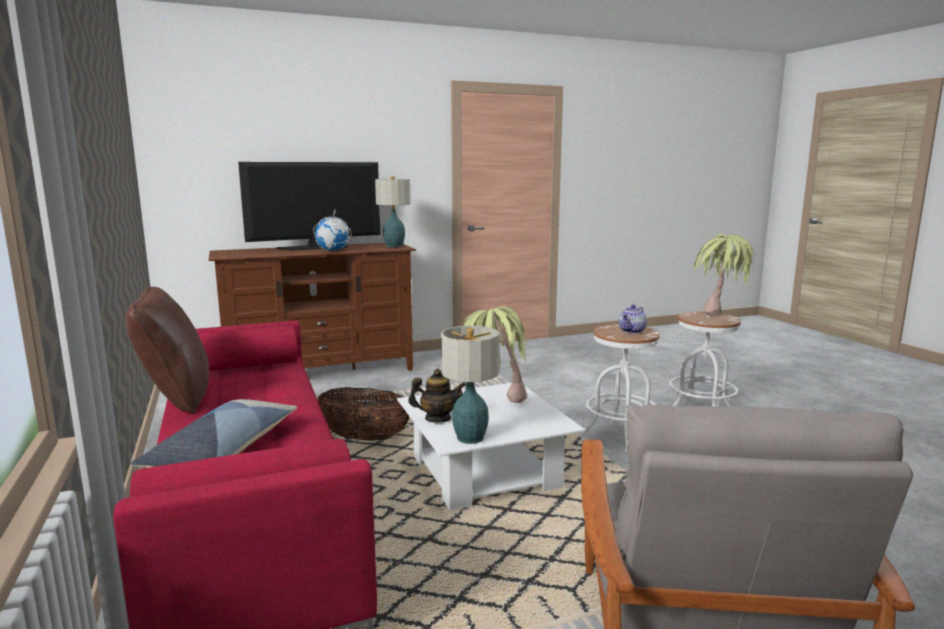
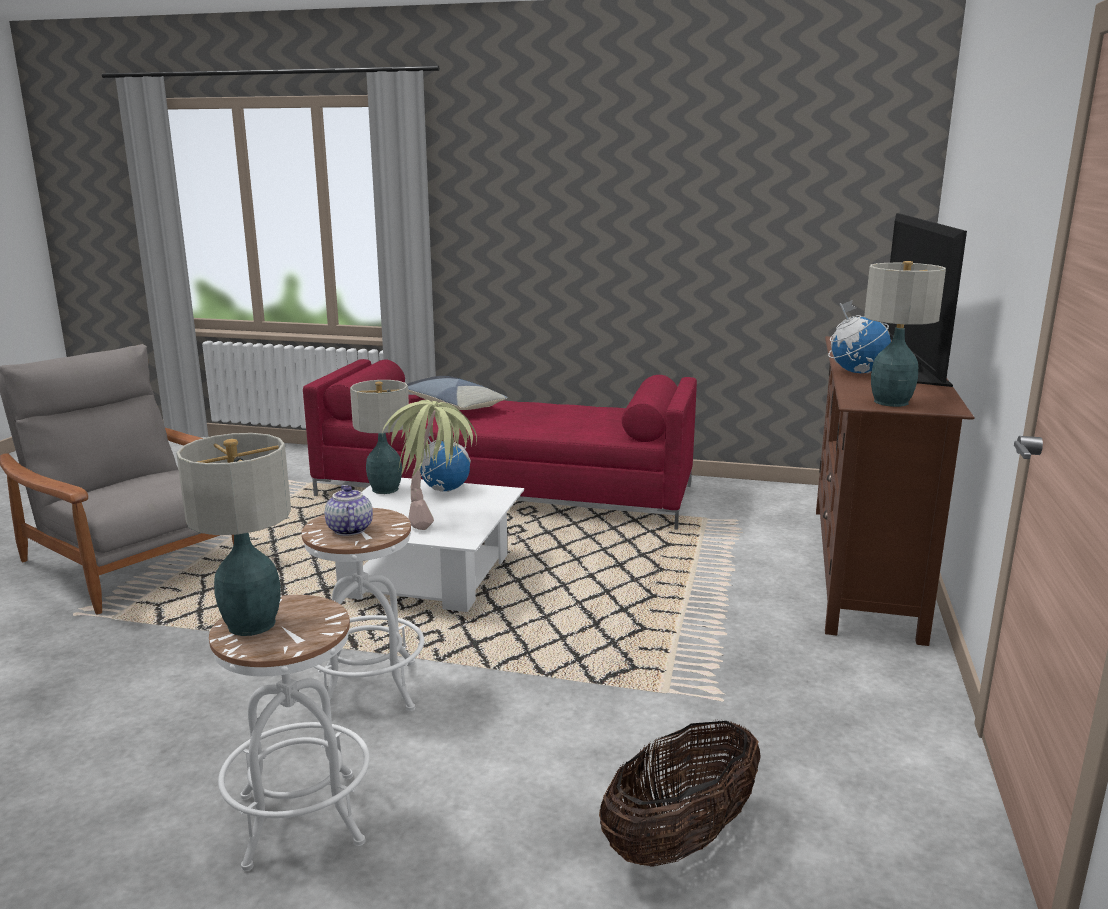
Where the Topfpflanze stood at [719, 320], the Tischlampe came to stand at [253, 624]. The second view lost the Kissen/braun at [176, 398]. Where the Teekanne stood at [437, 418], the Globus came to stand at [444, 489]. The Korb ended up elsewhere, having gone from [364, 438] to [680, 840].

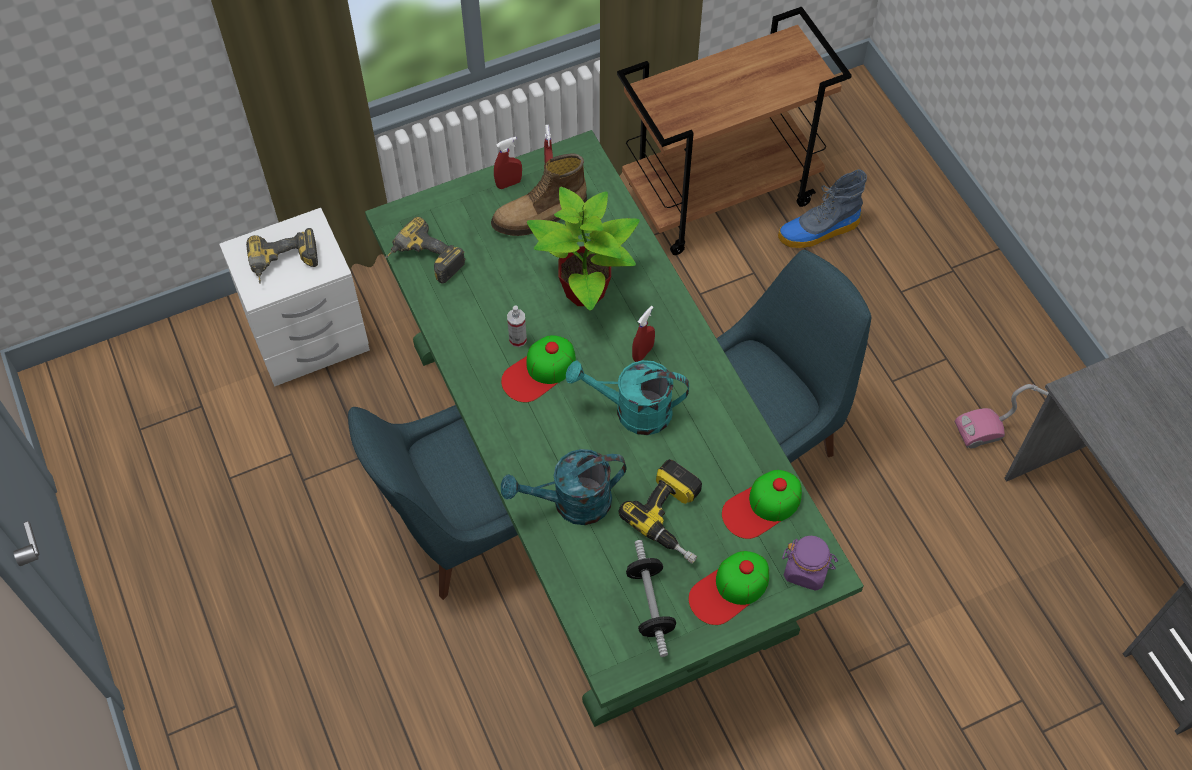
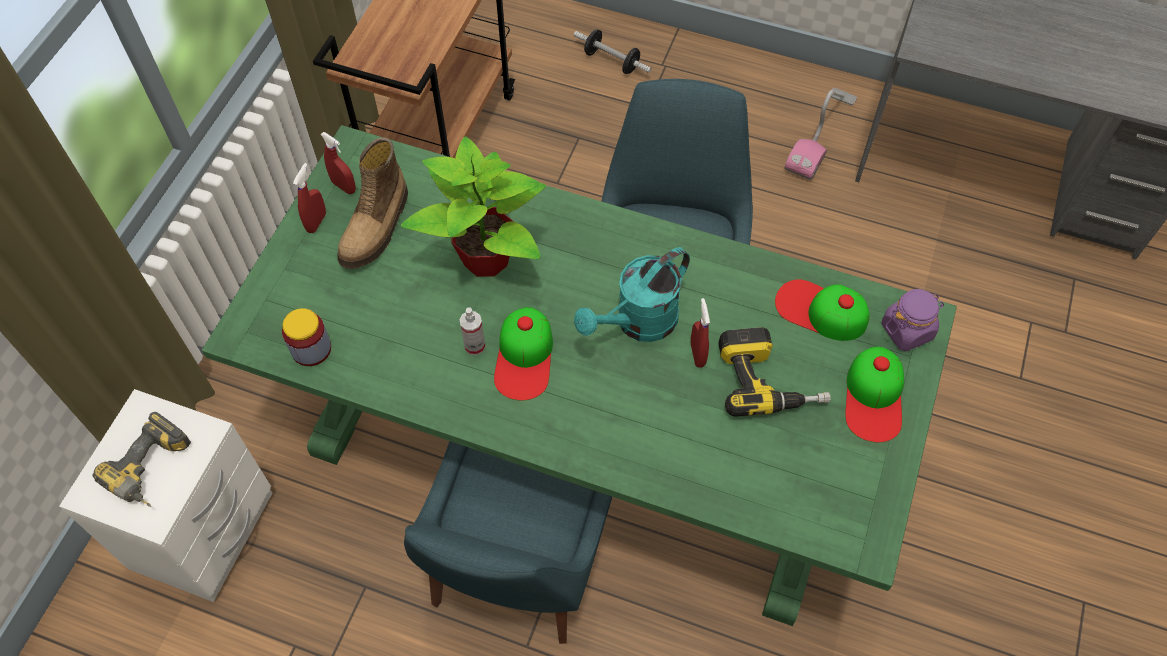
The second view lost the Stiefel at [818, 231]. Where the Bohrmaschine stood at [424, 261], the Vorratsglas came to stand at [311, 349]. The Sprühflasche/rot ended up elsewhere, having gone from [643, 353] to [697, 354]. The second view lost the Gießkanne/türkis at [571, 503]. The Kappe at [762, 506] ended up facing another way, 105 degrees clockwise from before. The Hantel ended up elsewhere, having gone from [650, 604] to [611, 61].

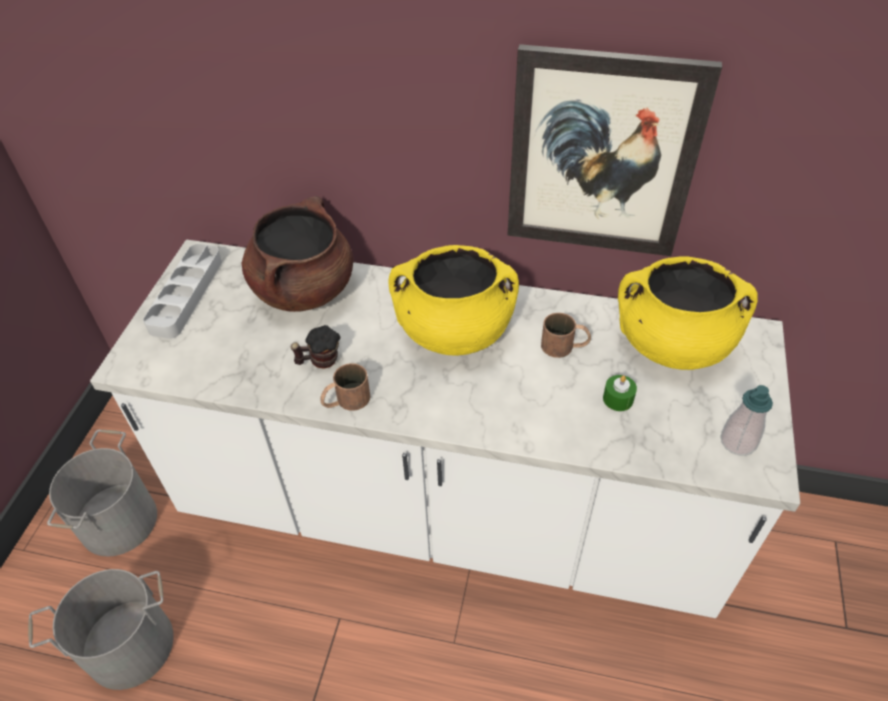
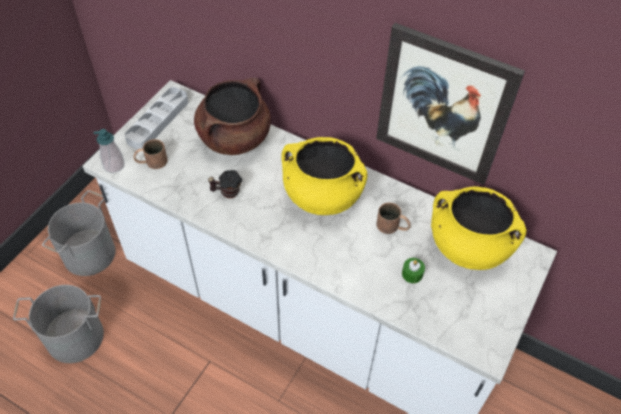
The Henkelbecher/braun ended up elsewhere, having gone from [346, 401] to [151, 162]. The Seifenspender ended up elsewhere, having gone from [738, 442] to [114, 165].

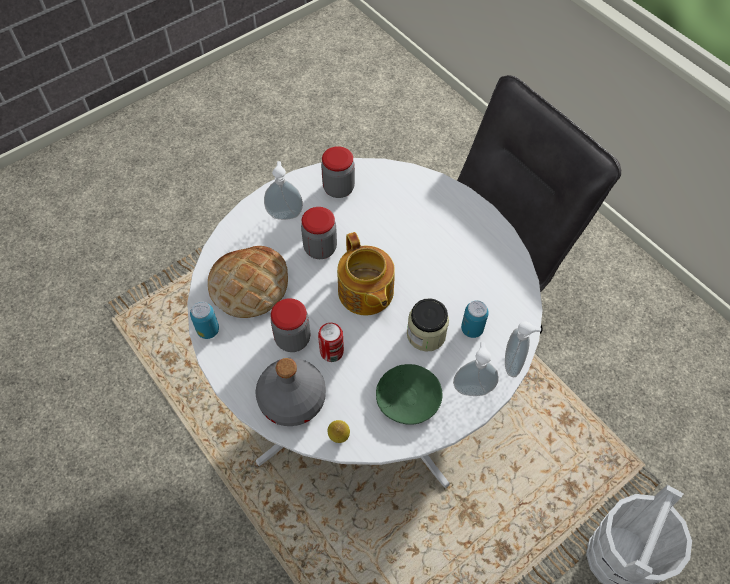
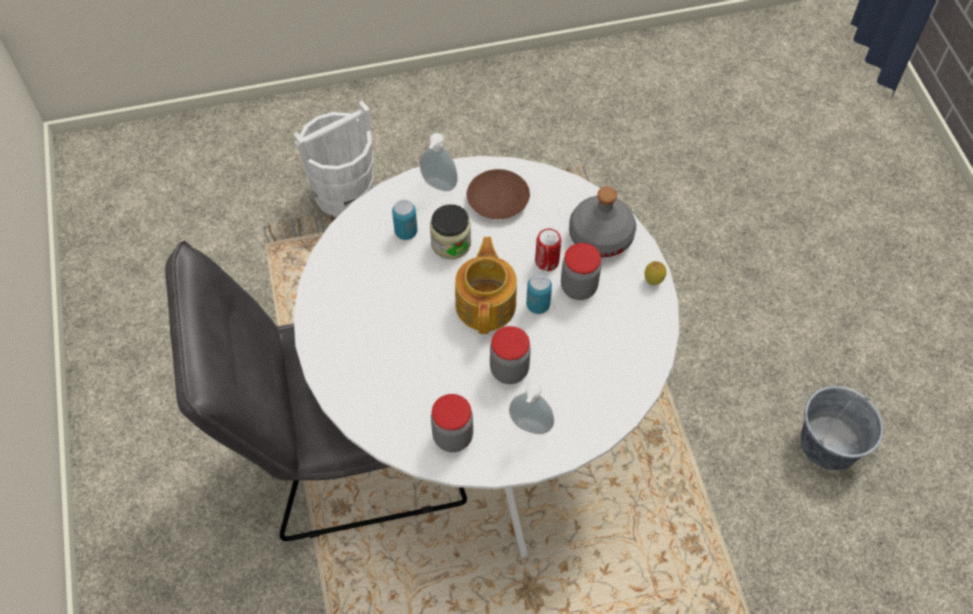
The second view lost the Brot at [249, 285]. The Dose ended up elsewhere, having gone from [208, 330] to [538, 305]. The second view lost the Seifenspender at [513, 363]. What was the Teller/grün at [407, 397] turned into the Teller/braun at [498, 200]. The Zitrone ended up elsewhere, having gone from [339, 437] to [653, 281]. The second view gained the Eimer/grau at [829, 444].

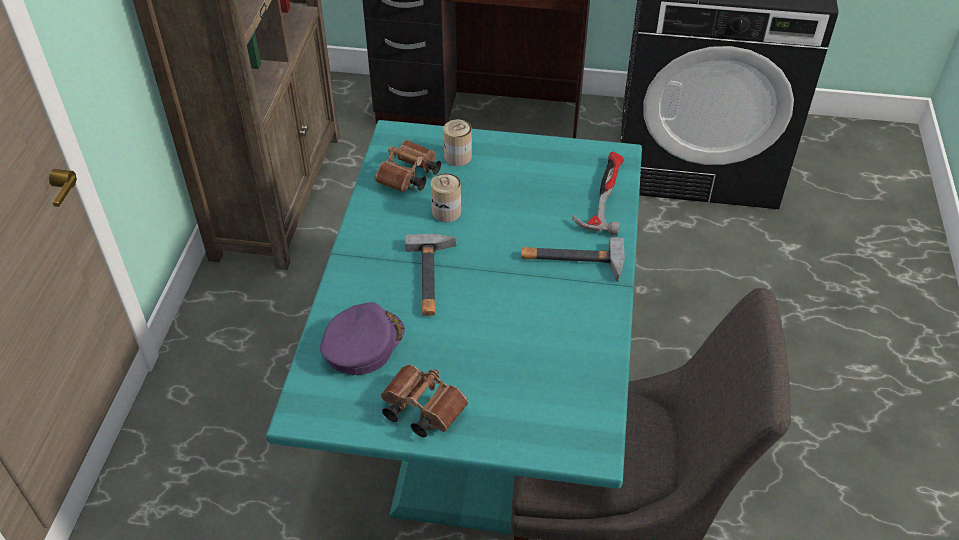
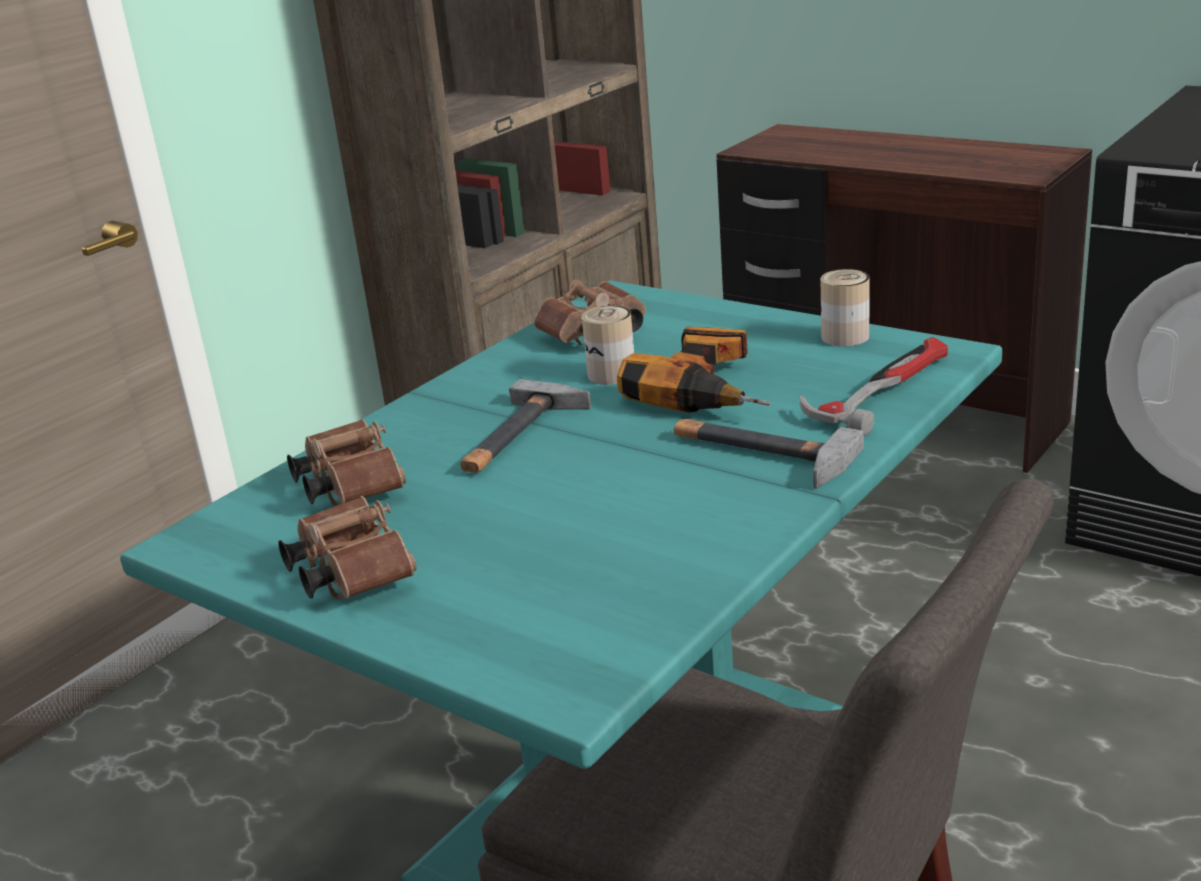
The Dose ended up elsewhere, having gone from [458, 157] to [845, 337]. Where the Kappe/lila stood at [362, 343], the Fernglas/braun came to stand at [349, 485]. The second view gained the Bohrmaschine at [708, 389].

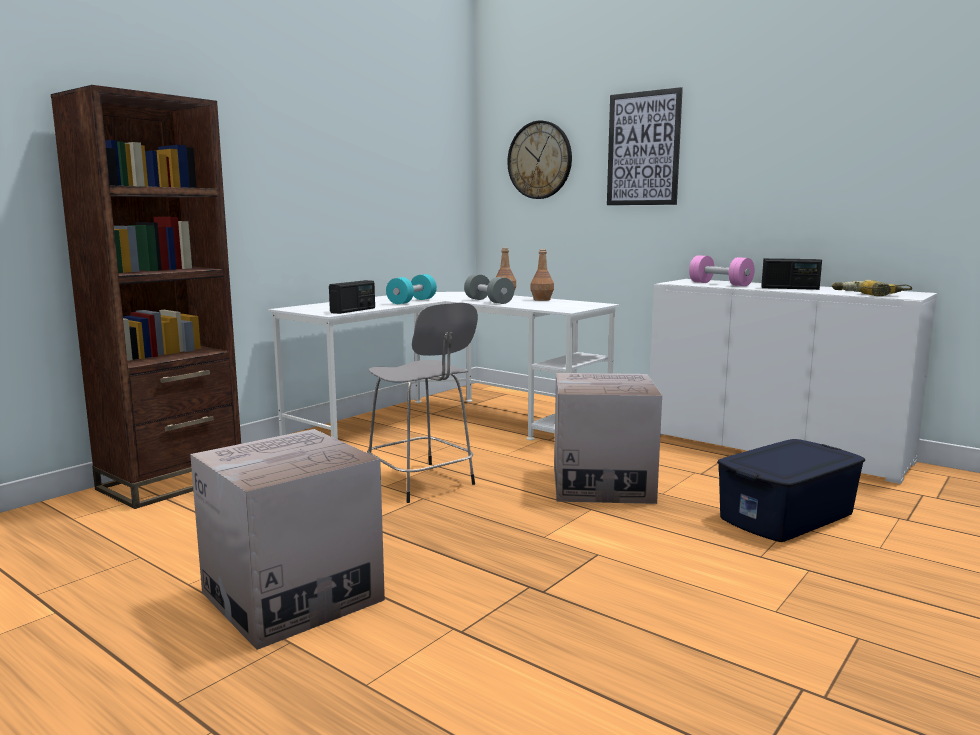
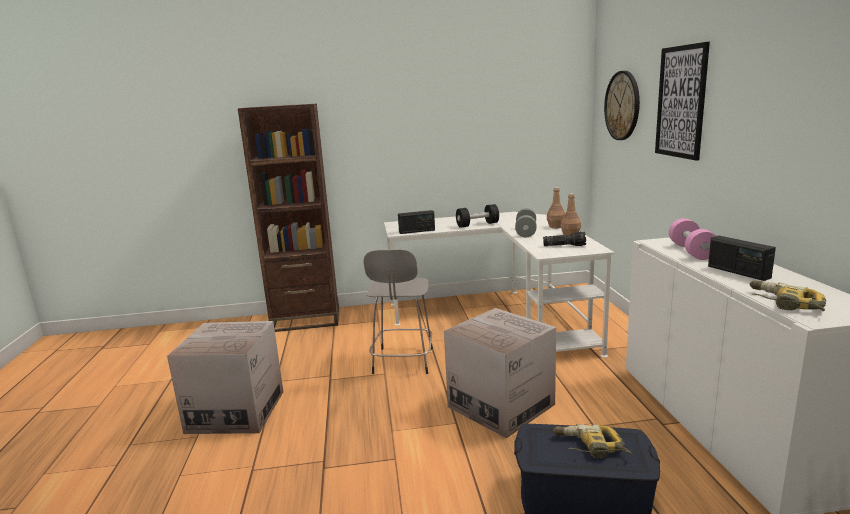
What was the Hantel/türkis at [412, 301] turned into the Hantel/schwarz at [477, 225]. The second view gained the Taschenlampe at [564, 245]. The second view gained the Bohrmaschine at [590, 447].

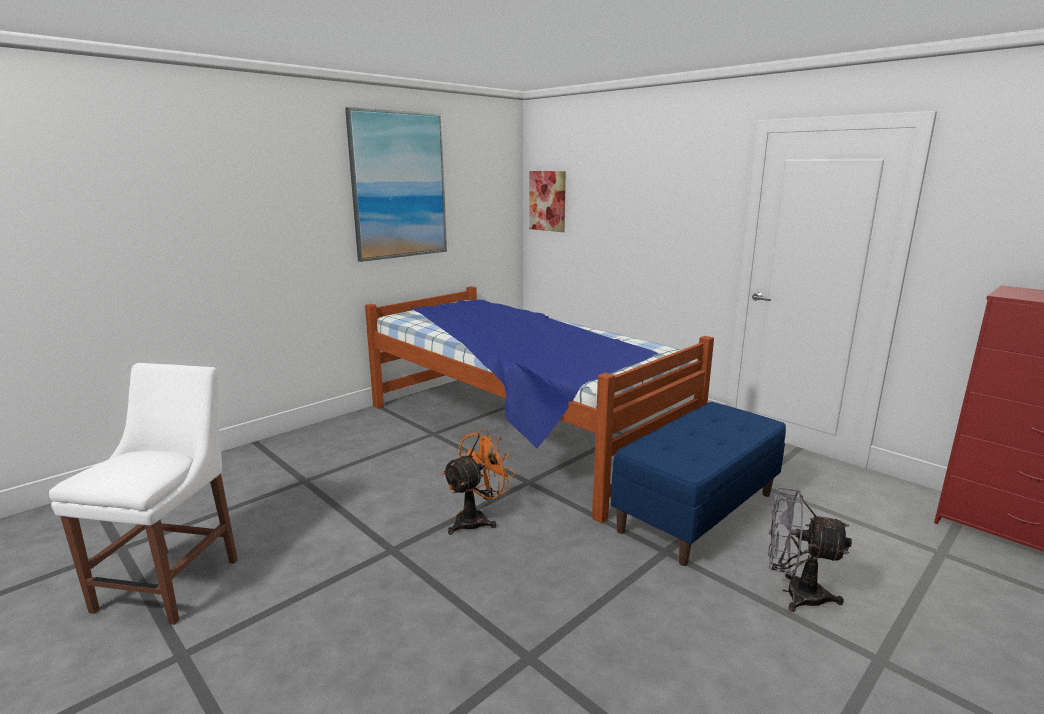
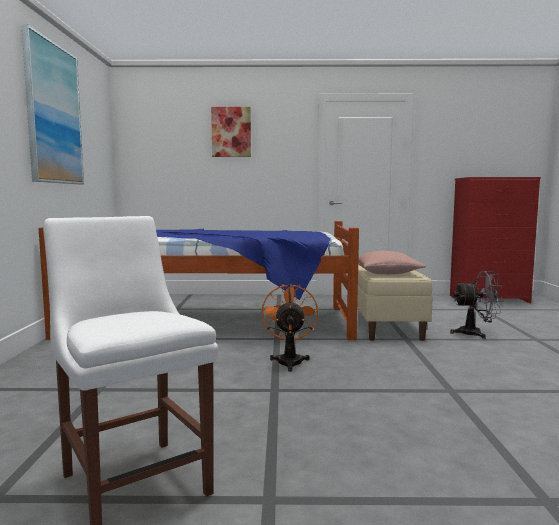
The Bild ended up elsewhere, having gone from [547, 201] to [231, 132]. What was the Bank/blau at [696, 511] turned into the Bank/beige at [383, 323]. The Ventilator/grau at [794, 593] ended up facing another way, 150 degrees counterclockwise from before. The second view gained the Kissen/rosa at [386, 273].

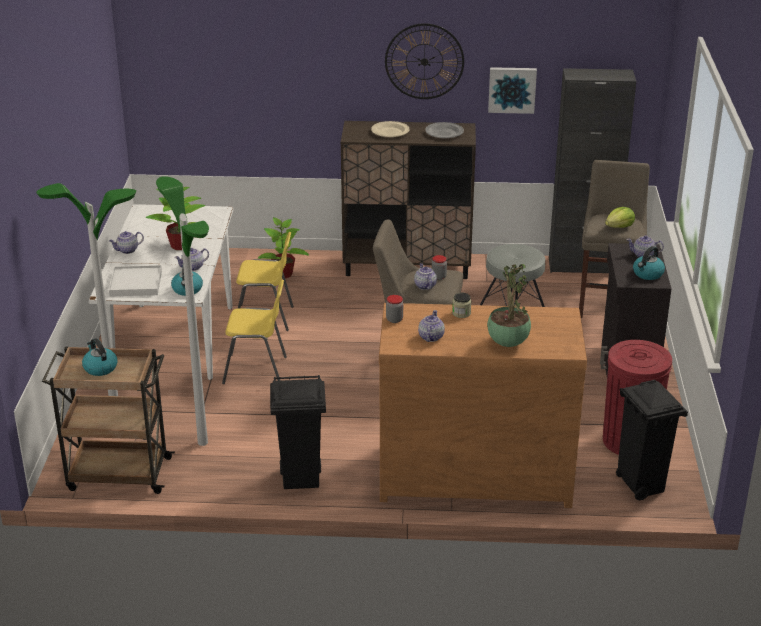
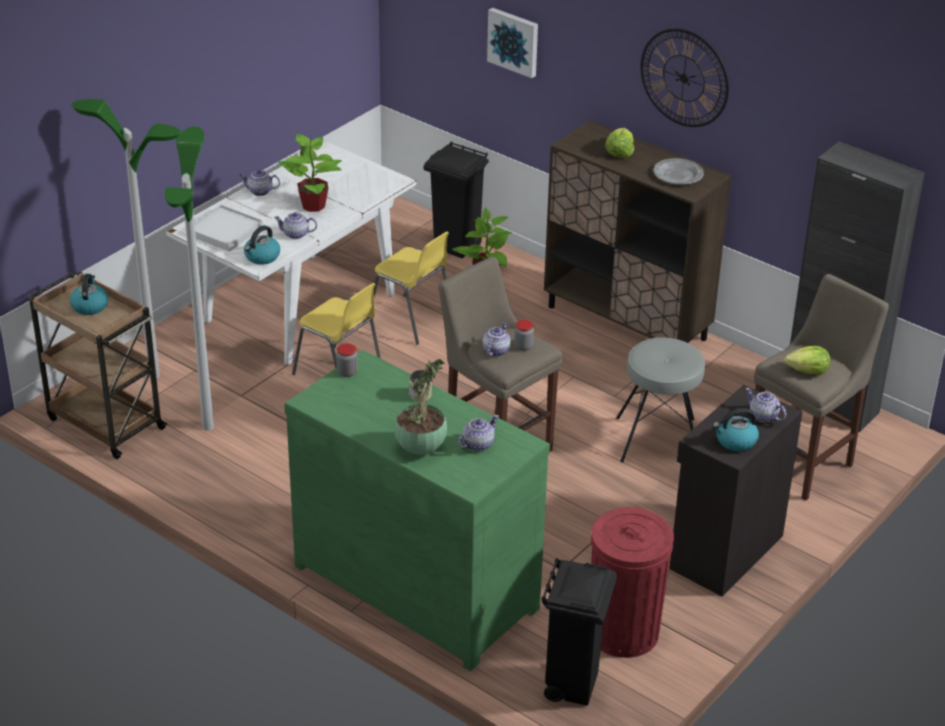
The Bild ended up elsewhere, having gone from [512, 89] to [514, 41]. Where the Teller/beige stood at [390, 132], the Salatkopf came to stand at [619, 152]. What was the Kommode/braun at [474, 473] turned into the Kommode/grün at [418, 584]. The Teekanne ended up elsewhere, having gone from [430, 337] to [477, 444]. The Mülleimer/schwarz ended up elsewhere, having gone from [301, 478] to [457, 247].

